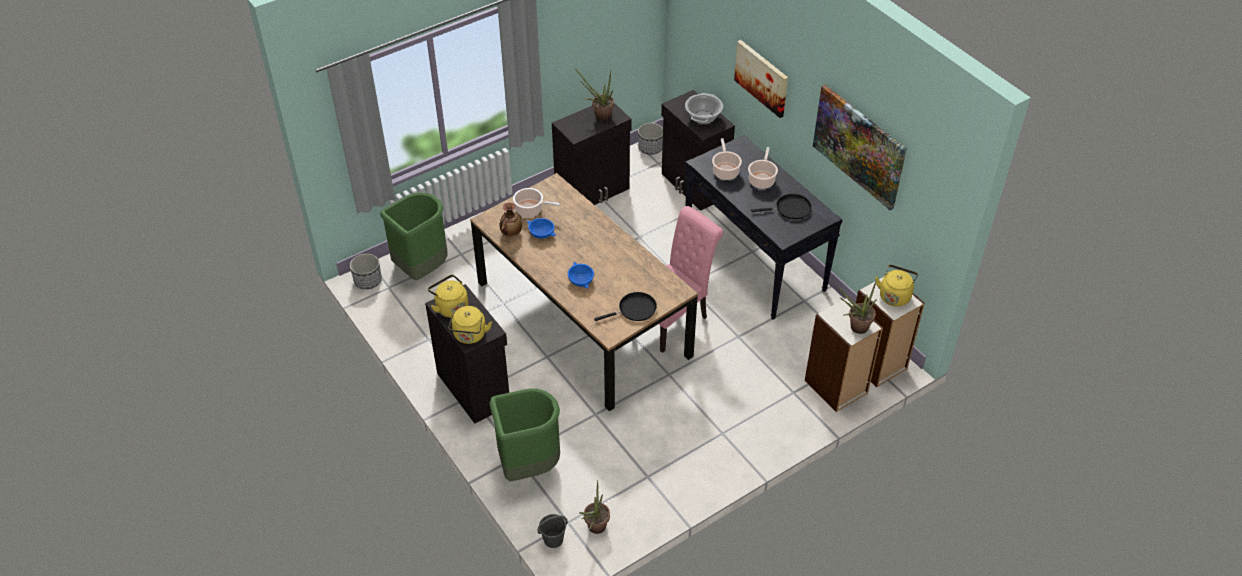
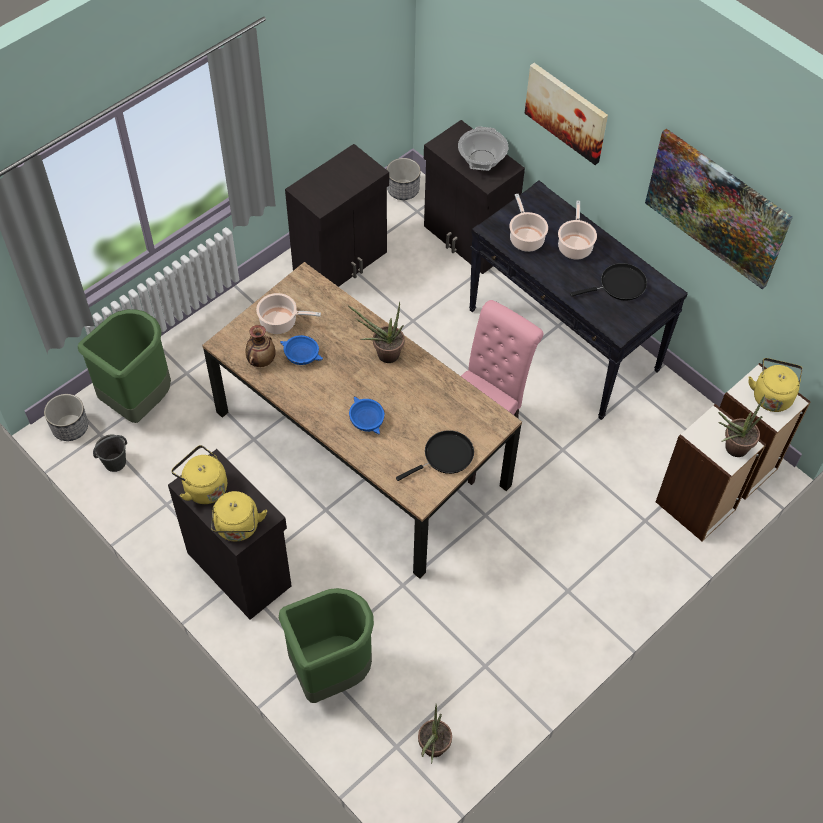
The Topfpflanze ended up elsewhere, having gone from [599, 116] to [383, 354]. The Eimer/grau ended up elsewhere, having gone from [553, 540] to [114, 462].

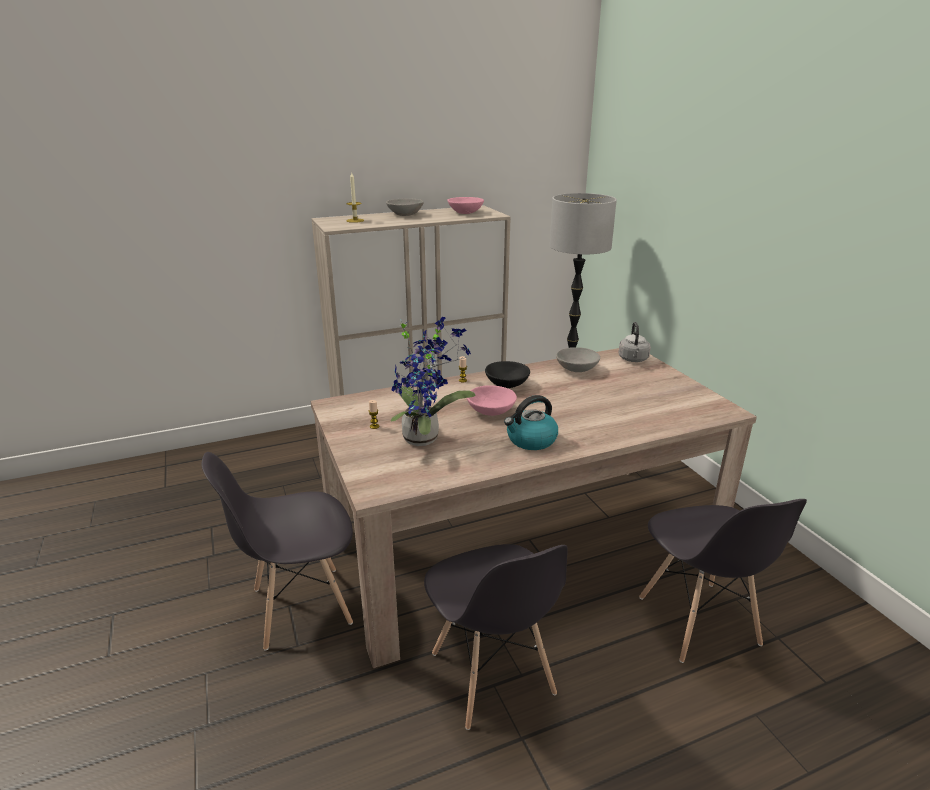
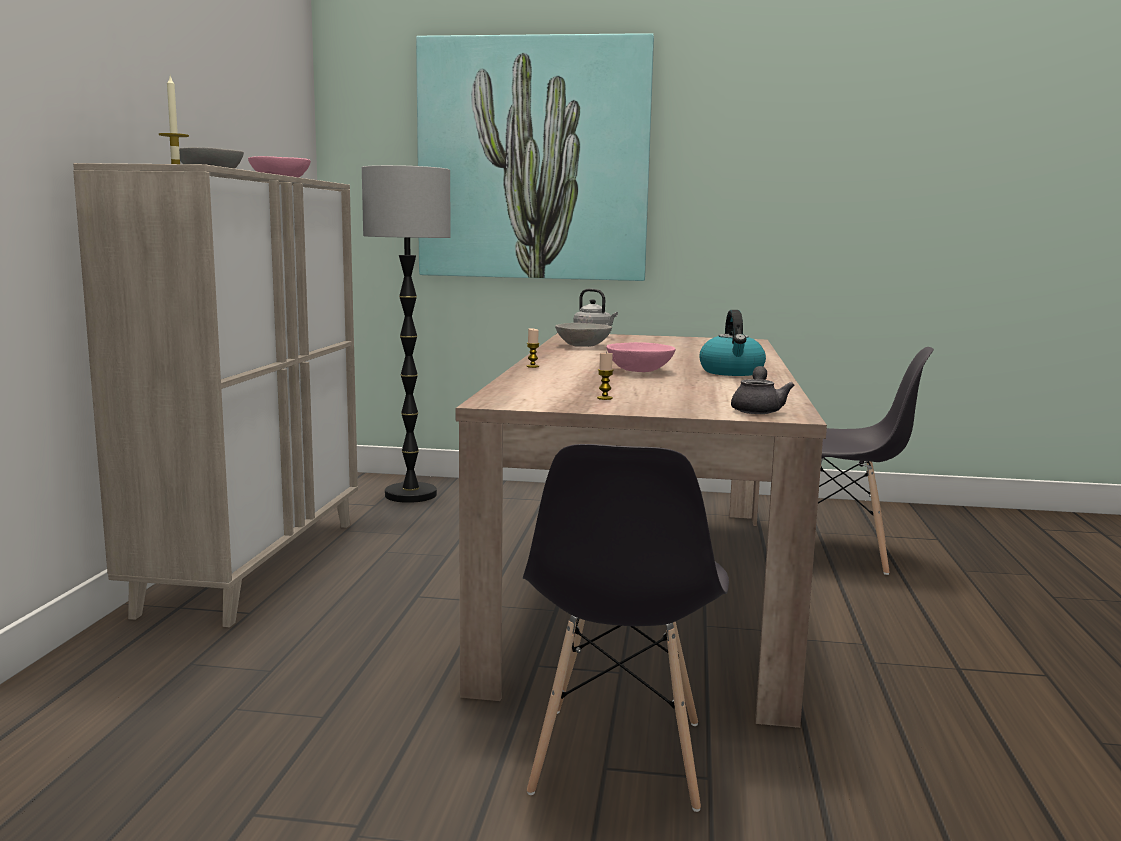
The second view lost the Topfpflanze at [425, 437]. The second view lost the Schüssel/schwarz at [506, 384]. The second view lost the Stuhl/grau at [492, 675]. The second view gained the Bild at [533, 160]. The second view gained the Teekanne/grau at [758, 409].

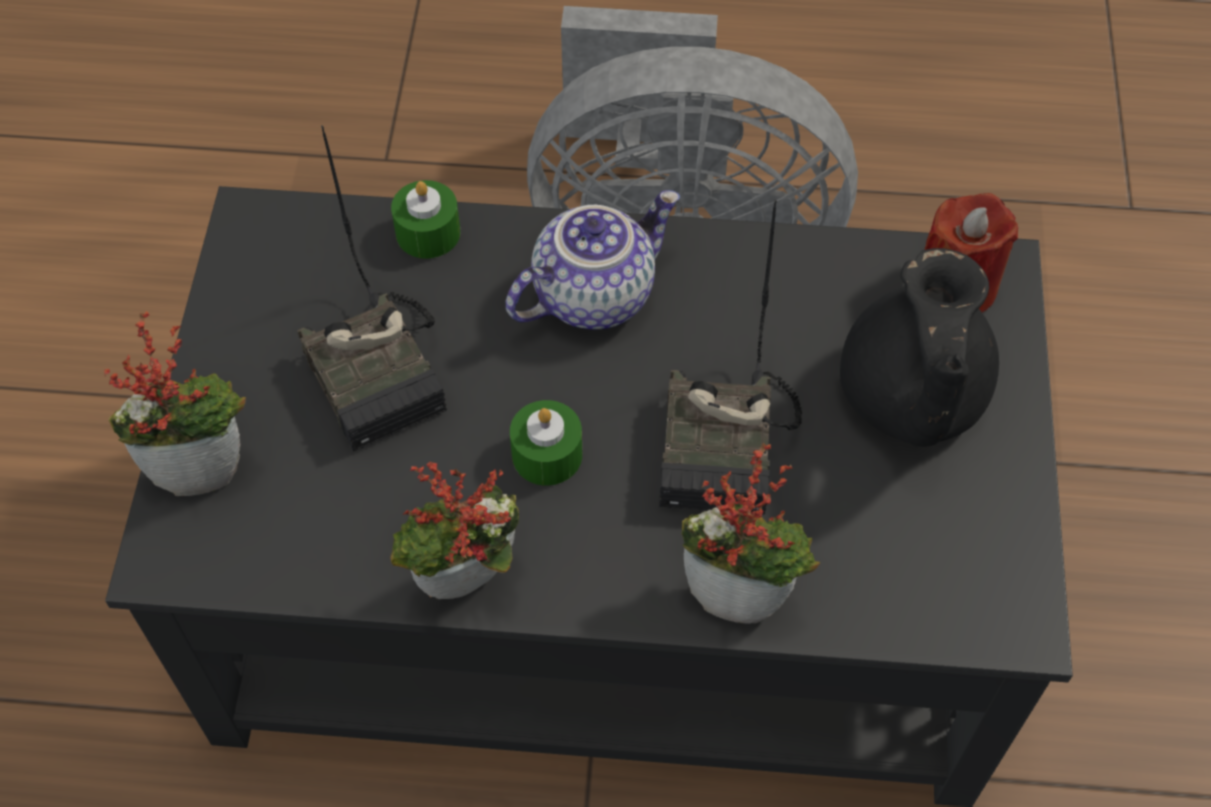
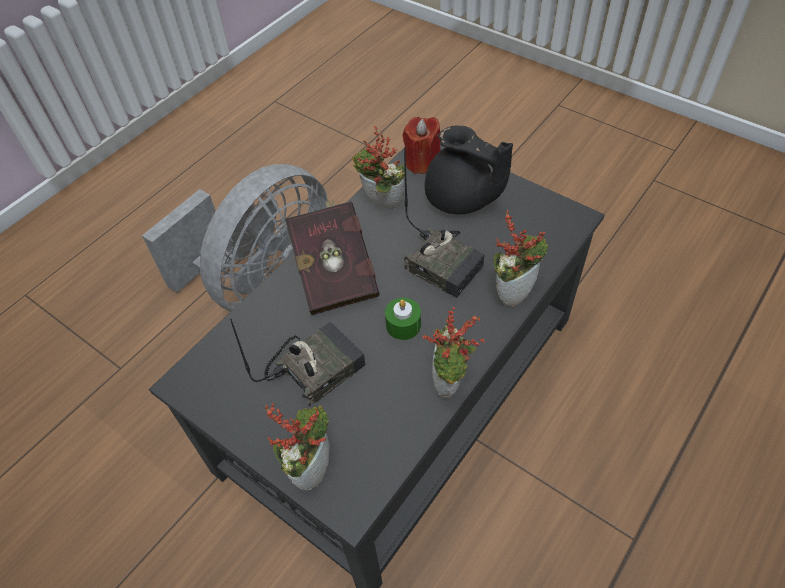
The Radio at [383, 373] ended up facing another way, 45 degrees counterclockwise from before. The second view lost the Kerze/grün at [428, 232]. Where the Teekanne stood at [593, 293], the Buch/rot came to stand at [335, 271]. The second view gained the Topfpflanze at [380, 205].

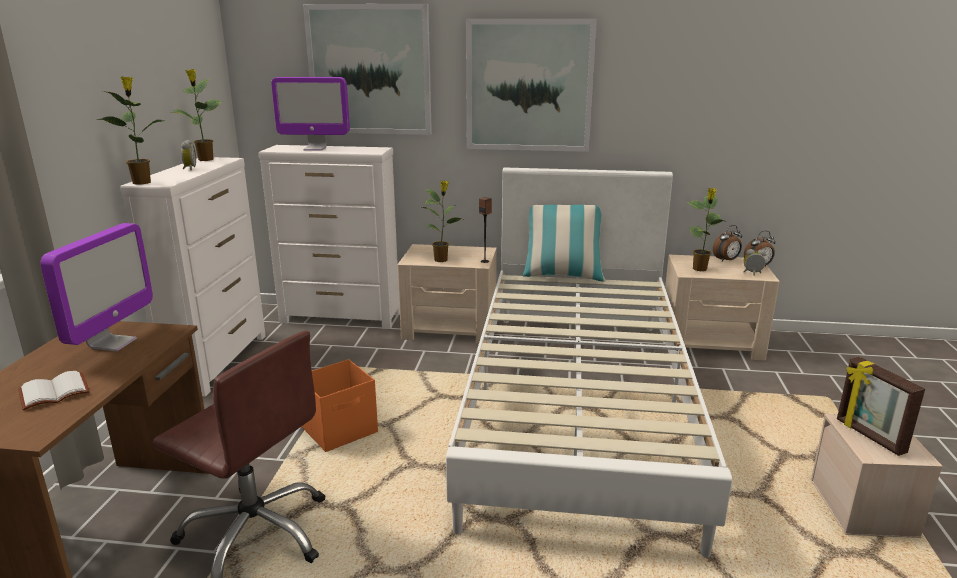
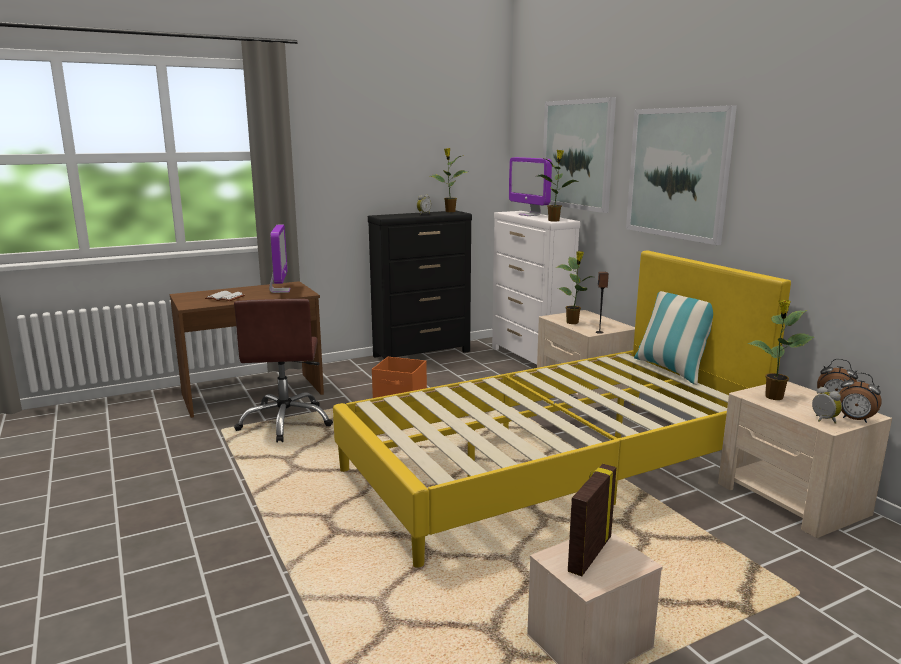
The Topfpflanze ended up elsewhere, having gone from [142, 182] to [554, 220]. What was the Kommode/weiß at [218, 361] turned into the Kommode/schwarz at [423, 354]. What was the Bett/weiß at [578, 404] turned into the Bett/gelb at [553, 466]. The Monitor at [112, 343] ended up facing another way, 75 degrees counterclockwise from before.

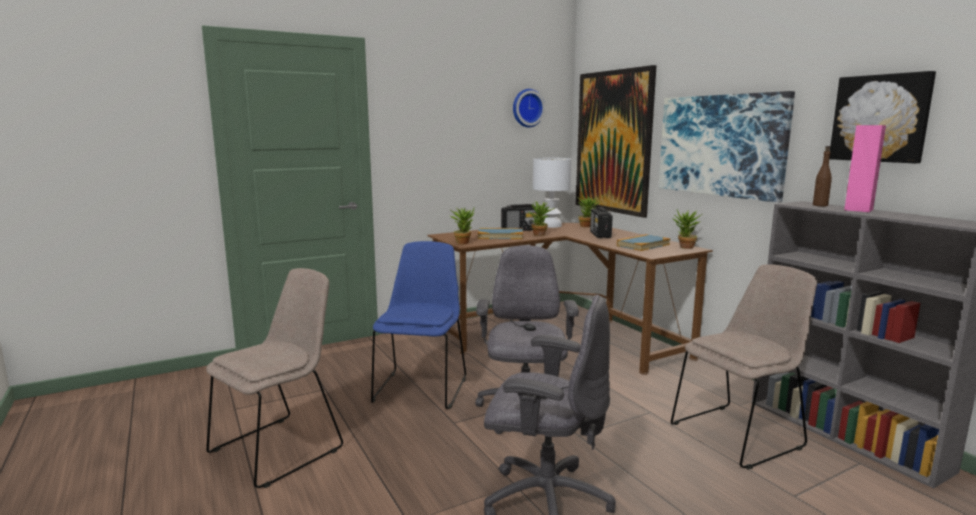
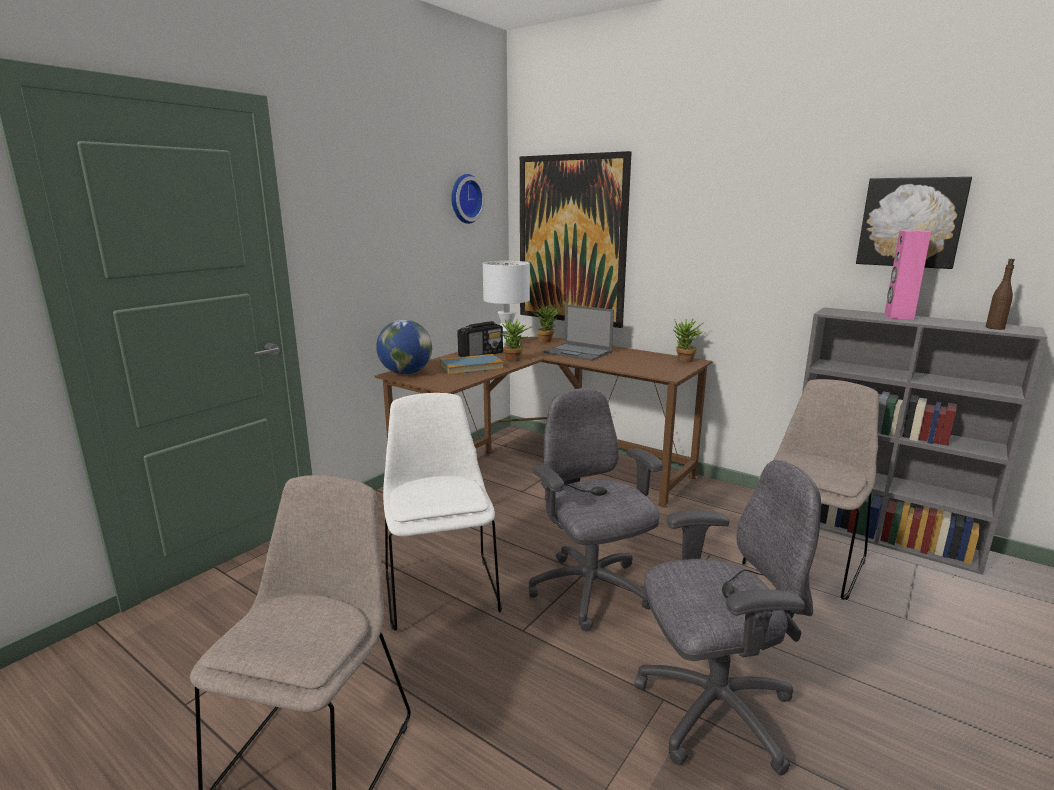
The second view lost the Bild at [720, 145]. The Flasche/braun ended up elsewhere, having gone from [820, 205] to [995, 328]. Where the Radio stood at [600, 235], the Laptop came to stand at [578, 352]. The second view lost the Topfpflanze at [463, 242]. The second view lost the Buch at [643, 245]. What was the Stuhl/blau at [421, 388] turned into the Stuhl/weiß at [441, 588]. The second view gained the Globus at [406, 373].

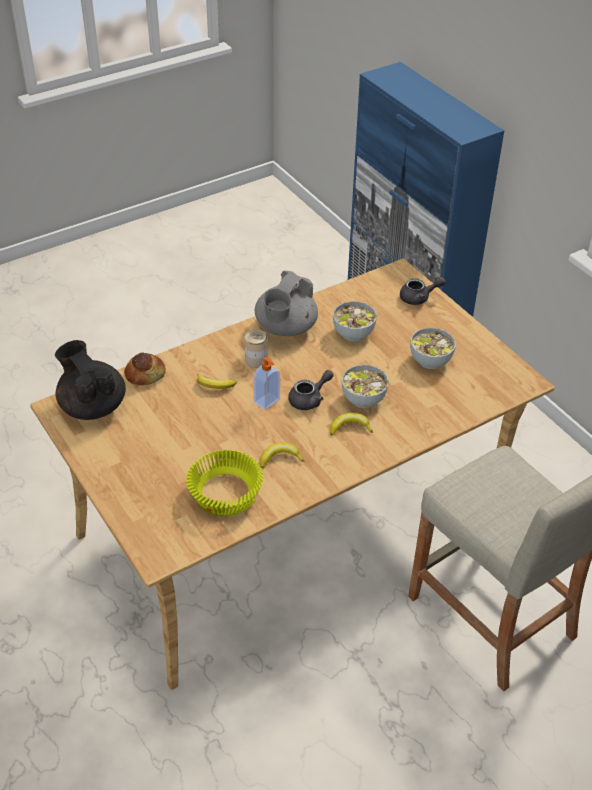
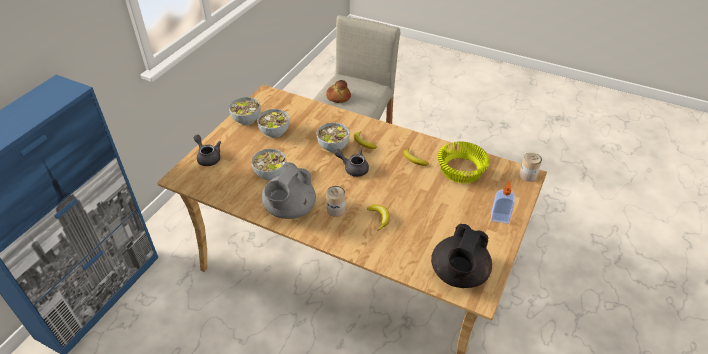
The Teekanne/grau at [285, 328] ended up facing another way, 120 degrees clockwise from before. The Brot ended up elsewhere, having gone from [145, 374] to [338, 97]. The Seifenspender ended up elsewhere, having gone from [267, 401] to [499, 217]. The second view gained the Schüssel at [246, 120]. The second view gained the Dose at [527, 175].

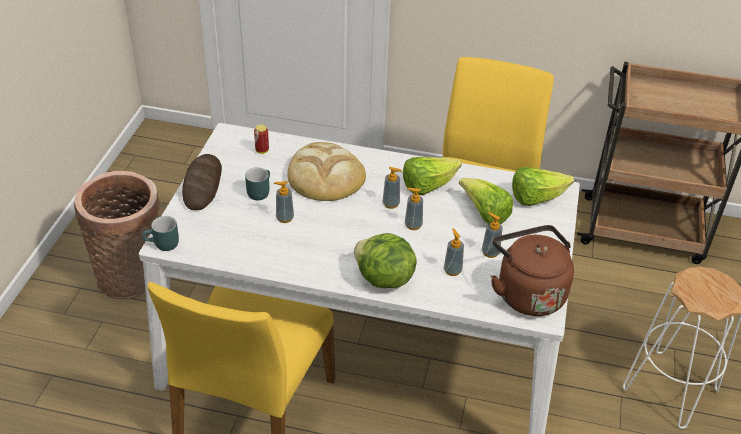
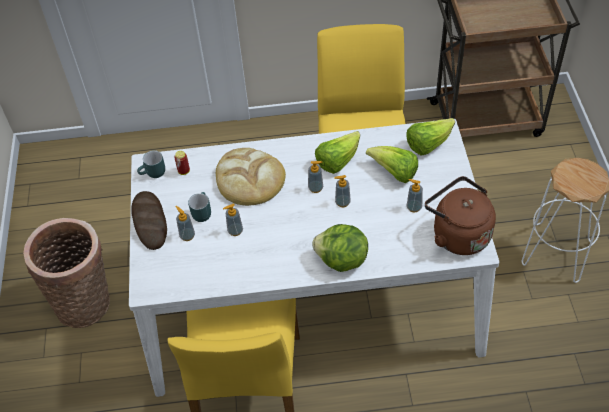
The Henkelbecher/türkis ended up elsewhere, having gone from [163, 245] to [154, 174]. The Seifenspender ended up elsewhere, having gone from [452, 270] to [187, 236].

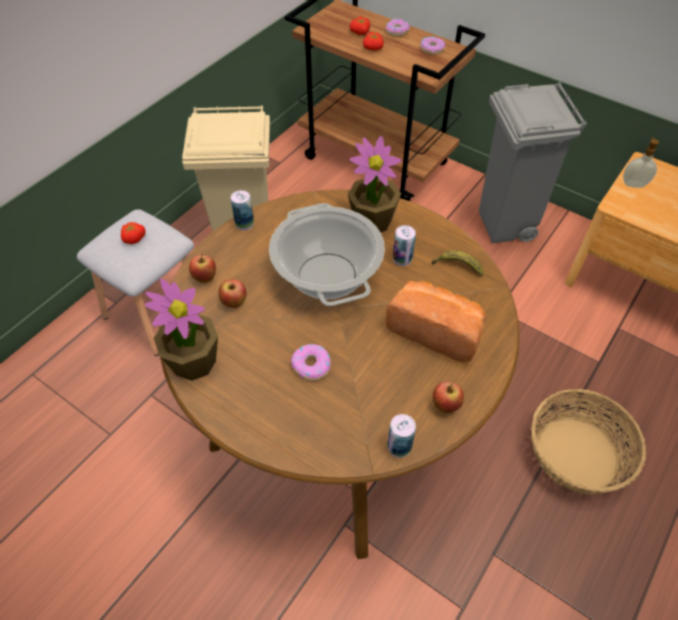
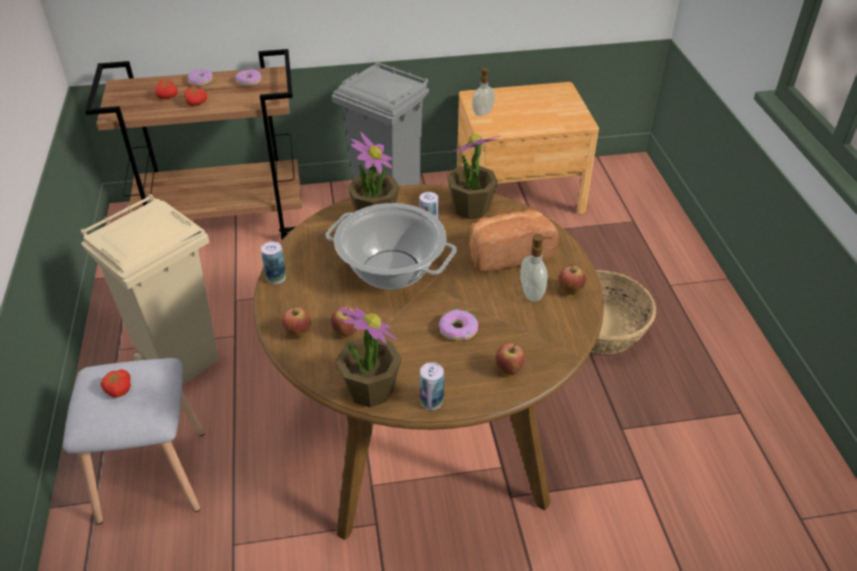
Where the Banane stood at [457, 266], the Topfpflanze came to stand at [471, 208]. The Dose ended up elsewhere, having gone from [399, 447] to [431, 401]. The second view gained the Seifenspender at [532, 293]. The second view gained the Apfel at [508, 370].

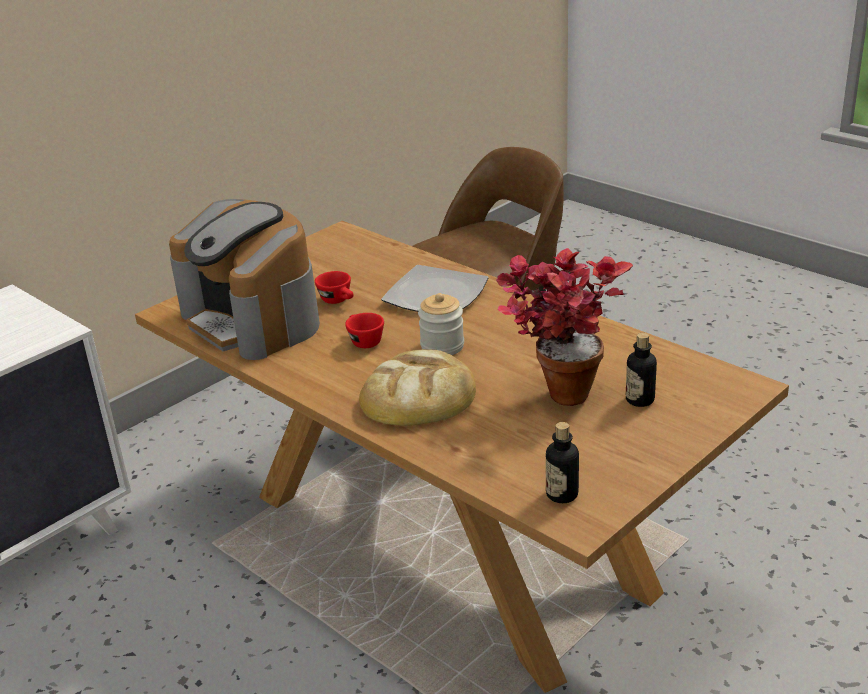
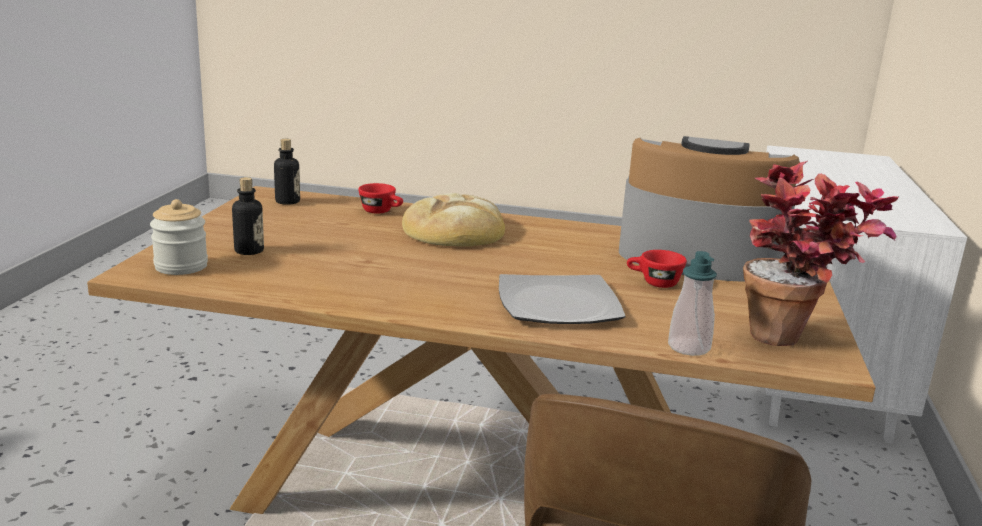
The Topfpflanze ended up elsewhere, having gone from [557, 389] to [793, 341]. The Vorratsglas ended up elsewhere, having gone from [442, 346] to [181, 266]. The Tasse/rot ended up elsewhere, having gone from [363, 341] to [382, 211]. The second view gained the Seifenspender at [689, 347].

